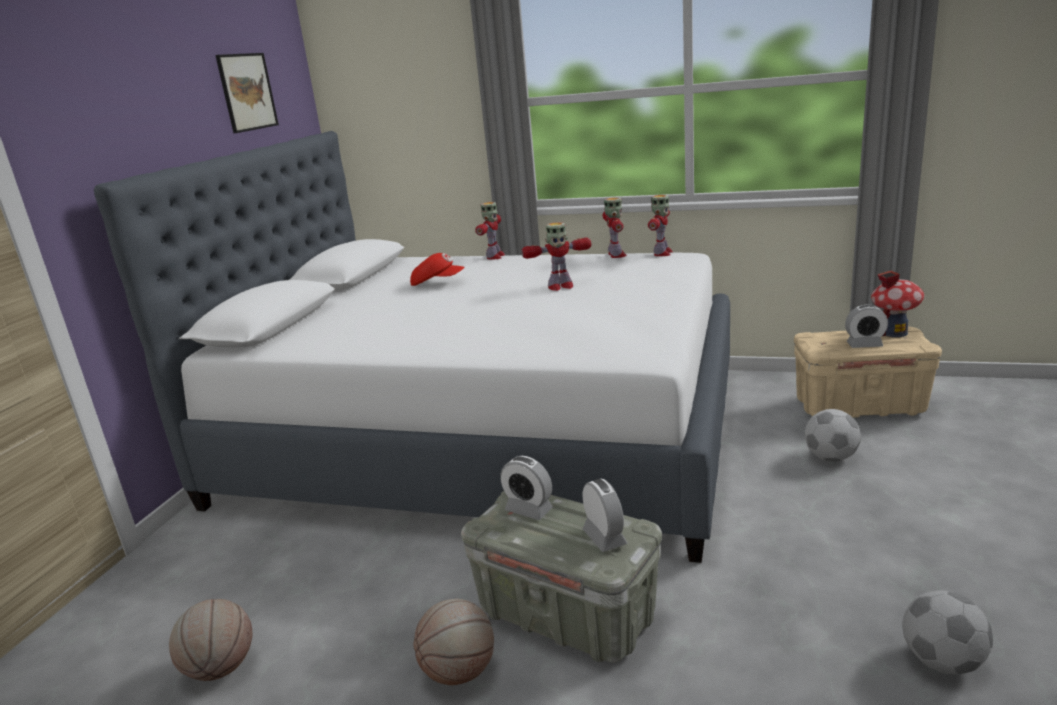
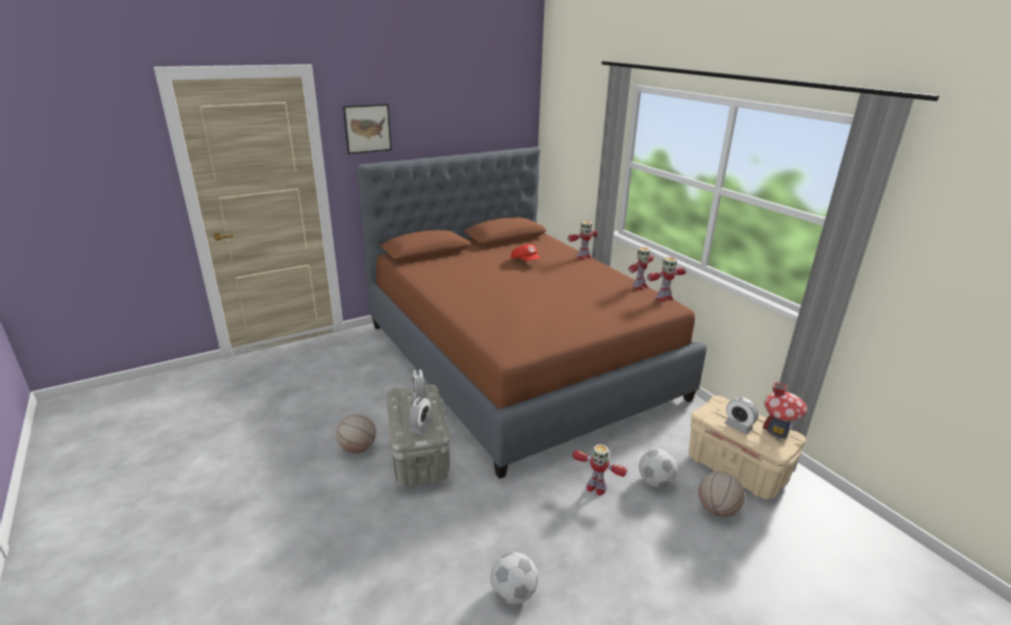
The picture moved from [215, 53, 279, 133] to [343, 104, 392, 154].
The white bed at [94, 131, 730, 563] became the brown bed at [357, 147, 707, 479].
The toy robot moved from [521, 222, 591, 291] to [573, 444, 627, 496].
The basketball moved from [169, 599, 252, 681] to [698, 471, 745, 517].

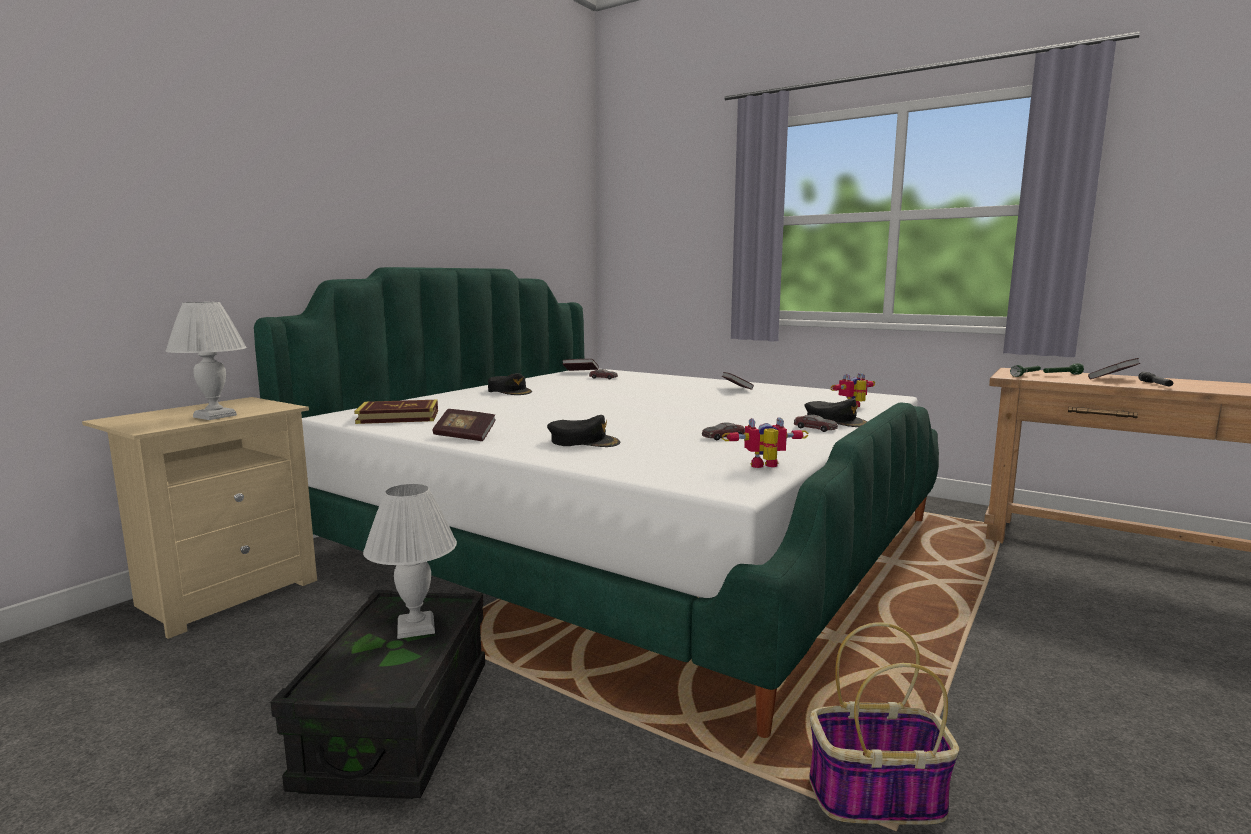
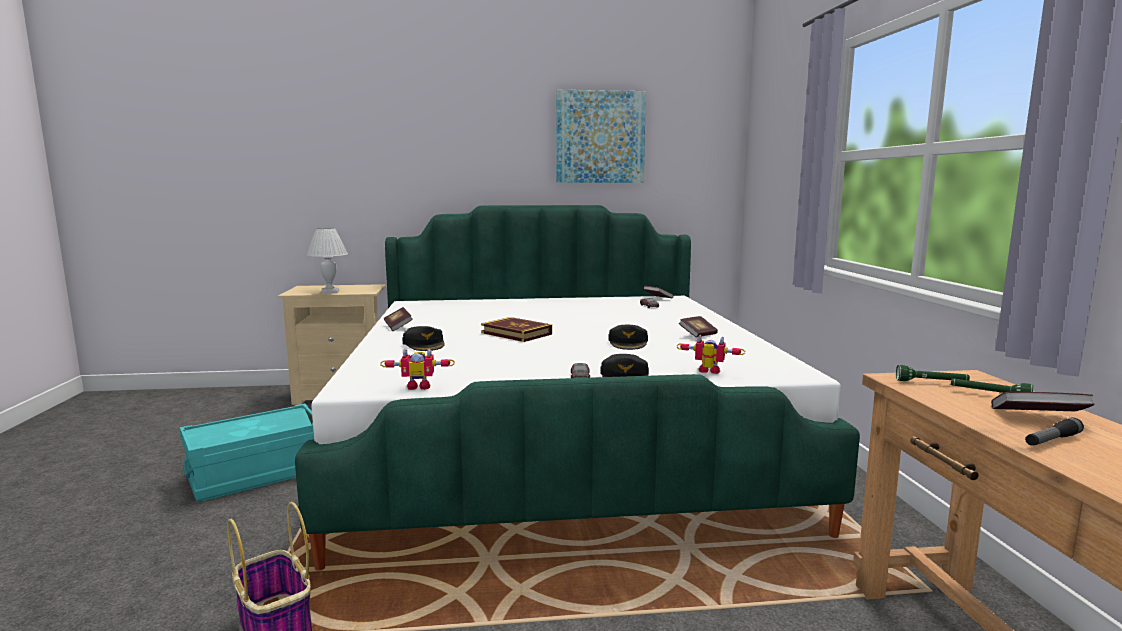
The black storage box at [270, 590, 485, 799] became the turquoise storage box at [180, 404, 314, 501].
The toy robot at [722, 417, 808, 468] turned 135 degrees clockwise.
The book moved from [354, 399, 438, 424] to [481, 317, 552, 342].
The picture at [556, 90, 646, 183] appeared.
The black cap moved from [488, 373, 532, 395] to [608, 325, 648, 350].
The white table lamp at [363, 484, 457, 639] disappeared.
The toy car at [702, 422, 745, 440] disappeared.

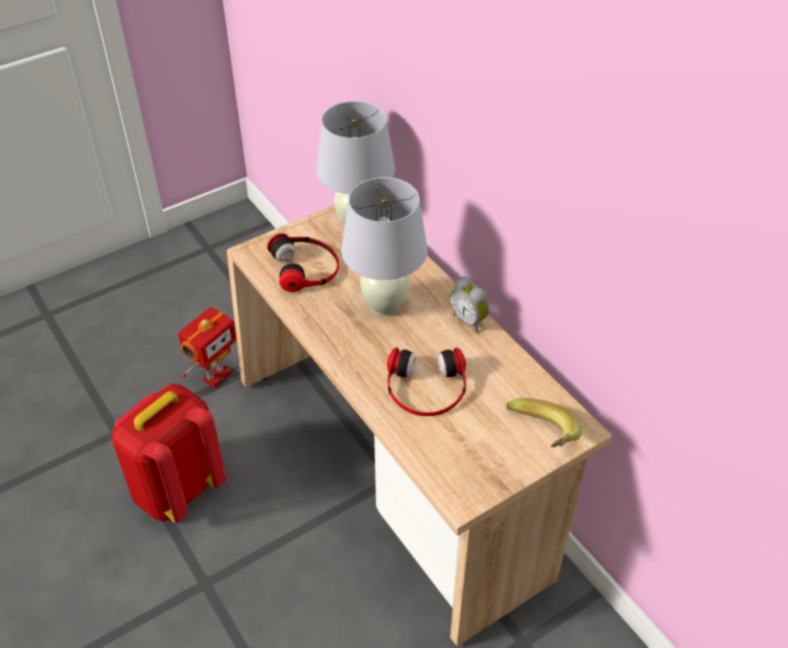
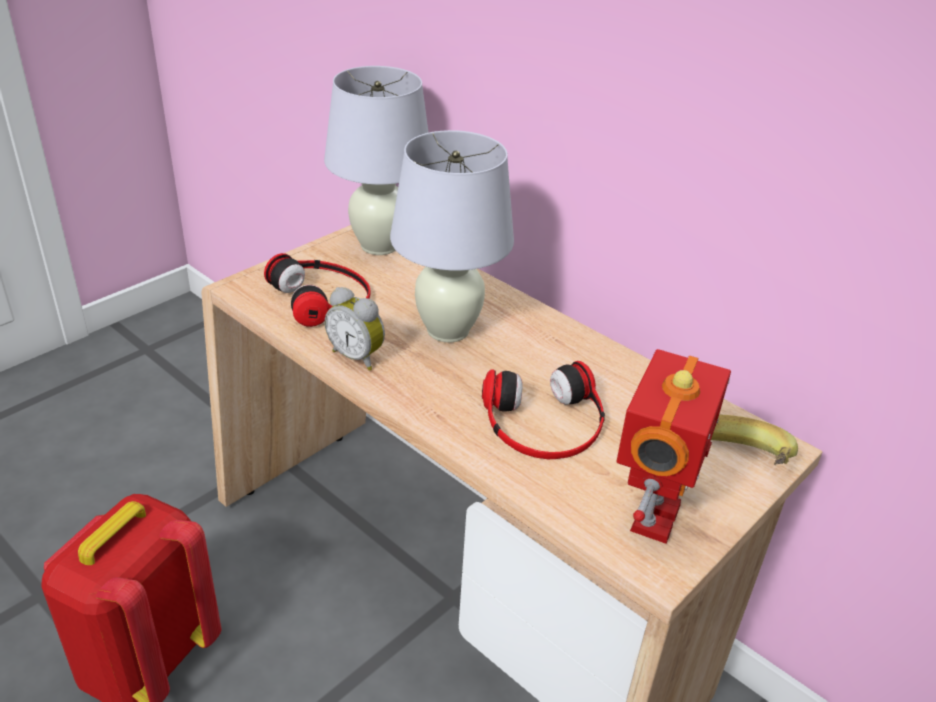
The alarm clock moved from [450, 276, 489, 333] to [325, 287, 385, 371].
The toy robot moved from [178, 307, 237, 388] to [617, 349, 731, 544].

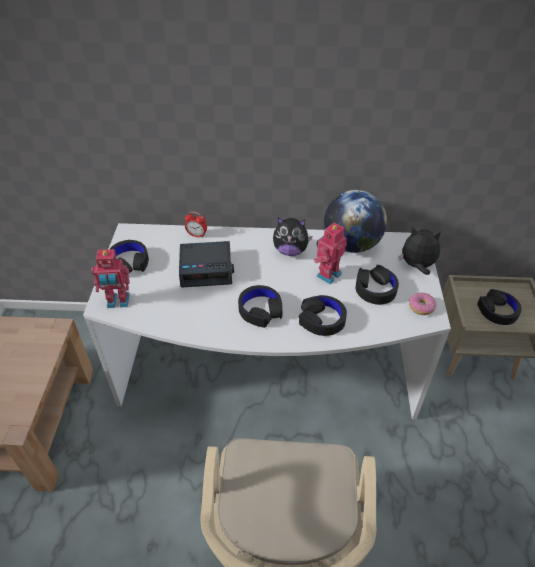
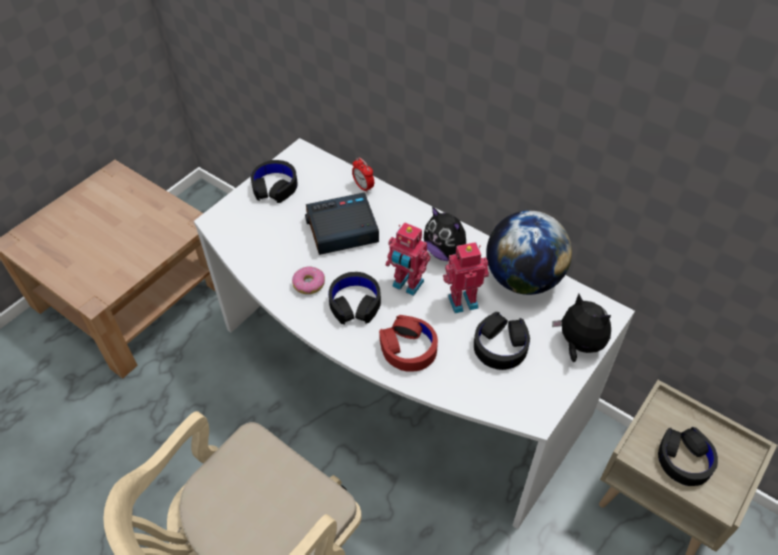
The donut moved from [409, 293, 436, 315] to [292, 266, 325, 294].
The alarm clock at [179, 241, 234, 287] turned 135 degrees clockwise.
The black headphones at [299, 295, 347, 336] became the red headphones at [379, 315, 438, 372].
The toy robot moved from [91, 249, 130, 308] to [386, 222, 430, 296].

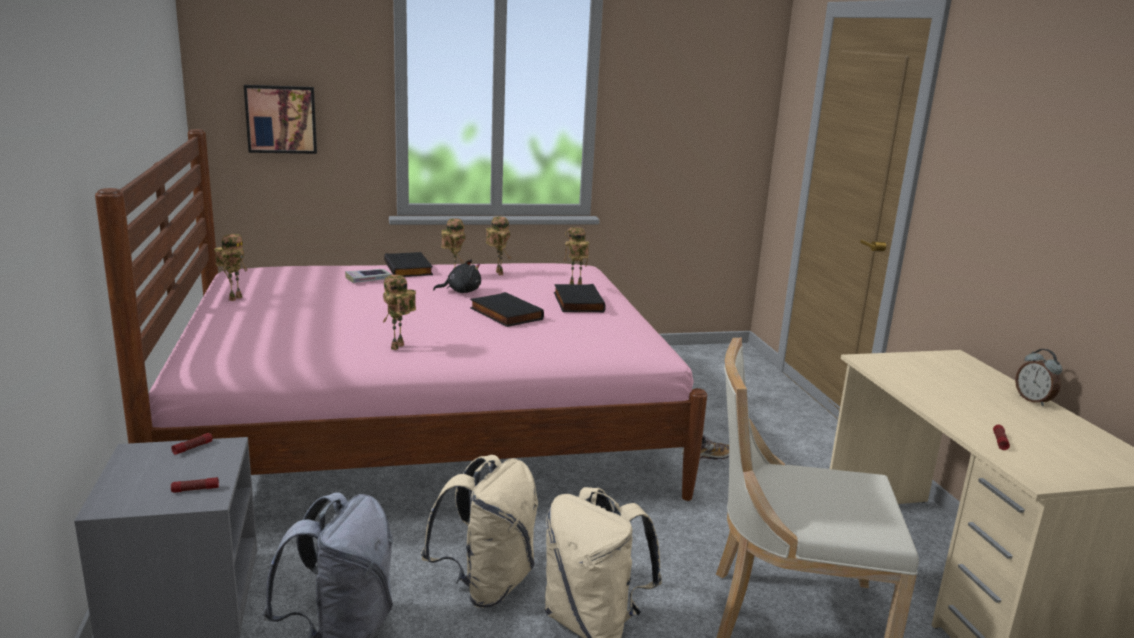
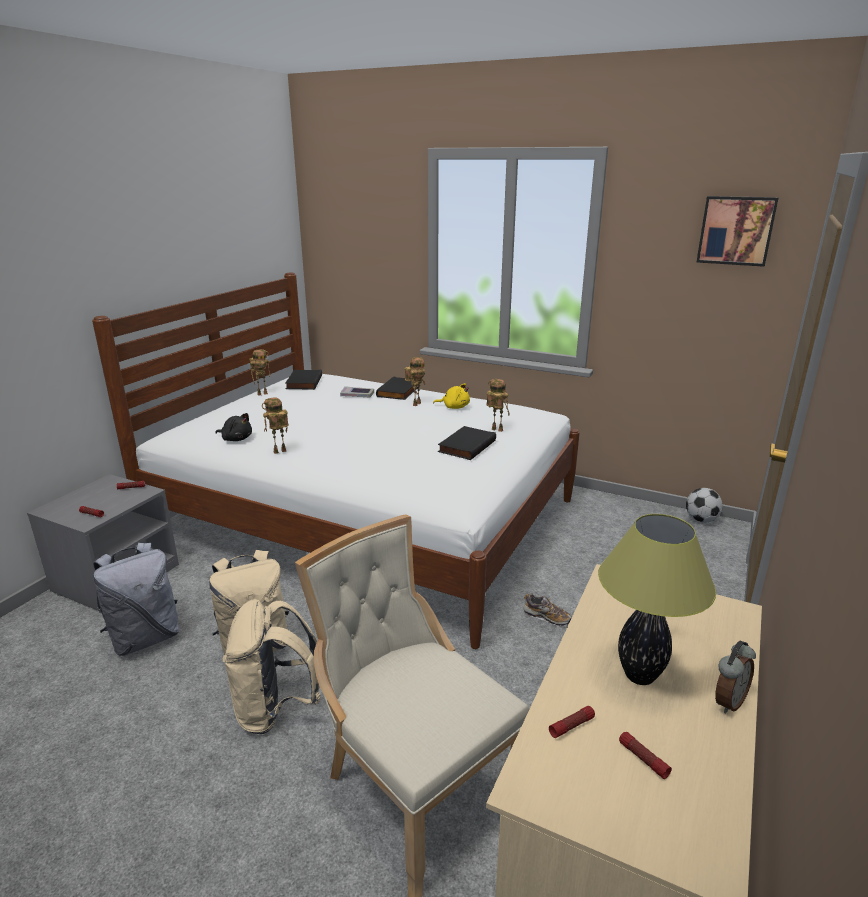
The pink bed at [95, 129, 707, 501] became the white bed at [92, 272, 580, 649].
The black plush toy moved from [433, 260, 481, 293] to [216, 413, 252, 441].
The black book moved from [470, 292, 544, 327] to [285, 370, 322, 390].
The toy robot at [486, 216, 511, 275] was replaced by the yellow plush toy at [433, 383, 470, 409].
The table lamp at [598, 514, 716, 685] appeared.
The flashlight at [619, 732, 672, 779] appeared.
The football at [686, 488, 723, 523] appeared.
The picture moved from [244, 85, 317, 154] to [697, 196, 779, 267].
The alarm clock at [1015, 349, 1062, 406] turned 150 degrees counterclockwise.

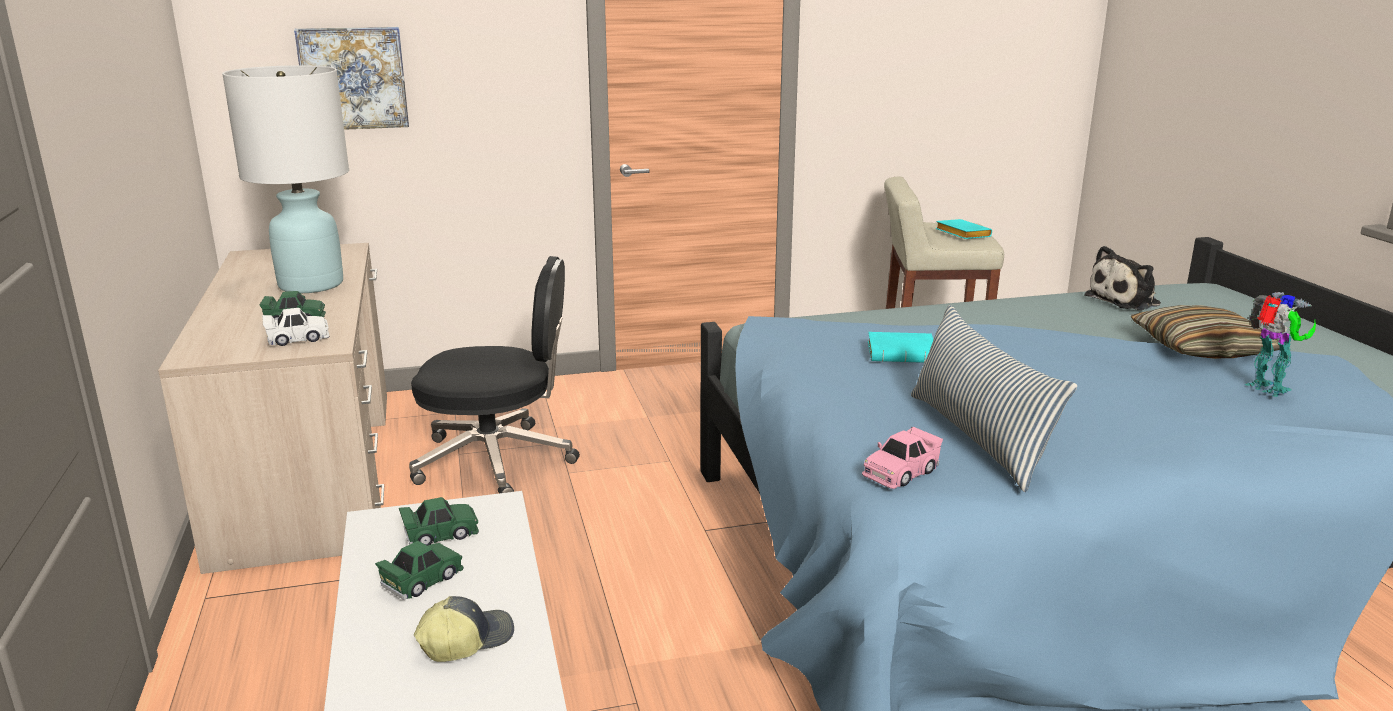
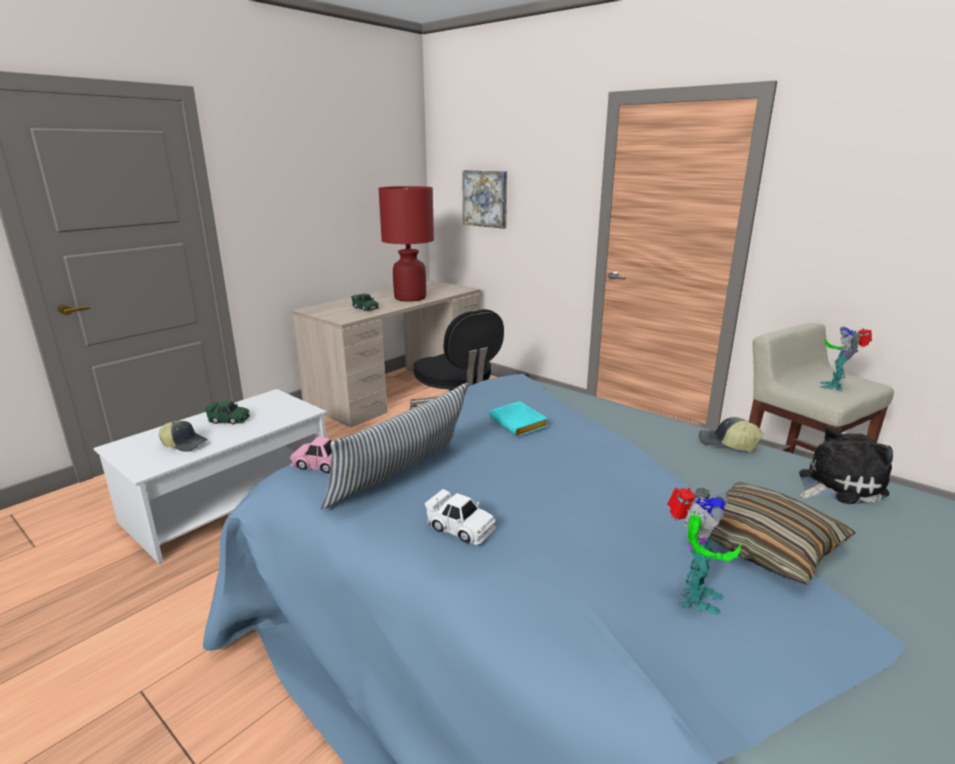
The white table lamp at [222, 65, 349, 293] became the red table lamp at [378, 186, 434, 302].
The white toy car moved from [262, 308, 329, 346] to [425, 489, 496, 545].
The cap at [699, 417, 764, 451] appeared.
The plush toy at [1084, 246, 1161, 310] turned 135 degrees clockwise.
The turquoise book at [935, 219, 992, 239] was replaced by the toy robot at [820, 326, 872, 392].
The green toy car at [399, 497, 479, 546] disappeared.

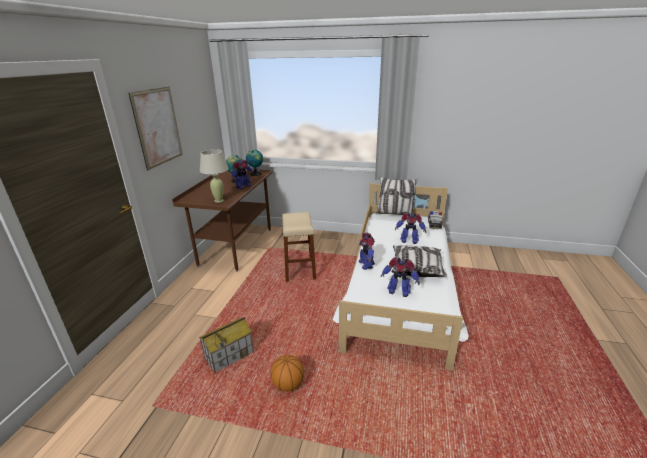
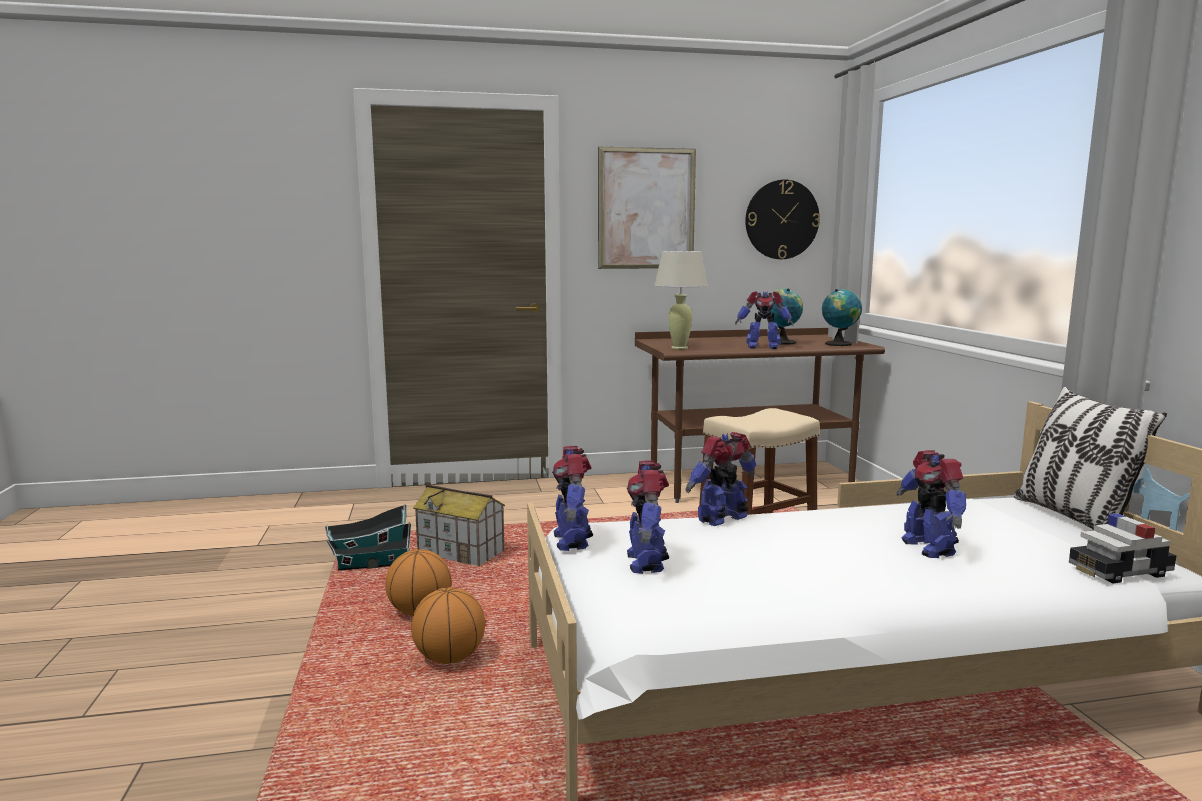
The toy house at [325, 504, 411, 570] appeared.
The basketball at [411, 587, 485, 664] appeared.
The toy robot at [552, 446, 593, 551] appeared.
The wall clock at [745, 180, 820, 259] appeared.
The pillow at [391, 245, 447, 277] disappeared.

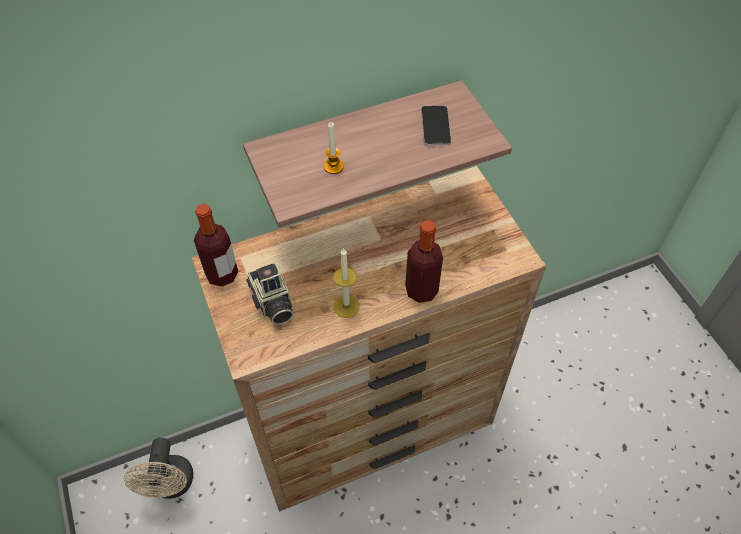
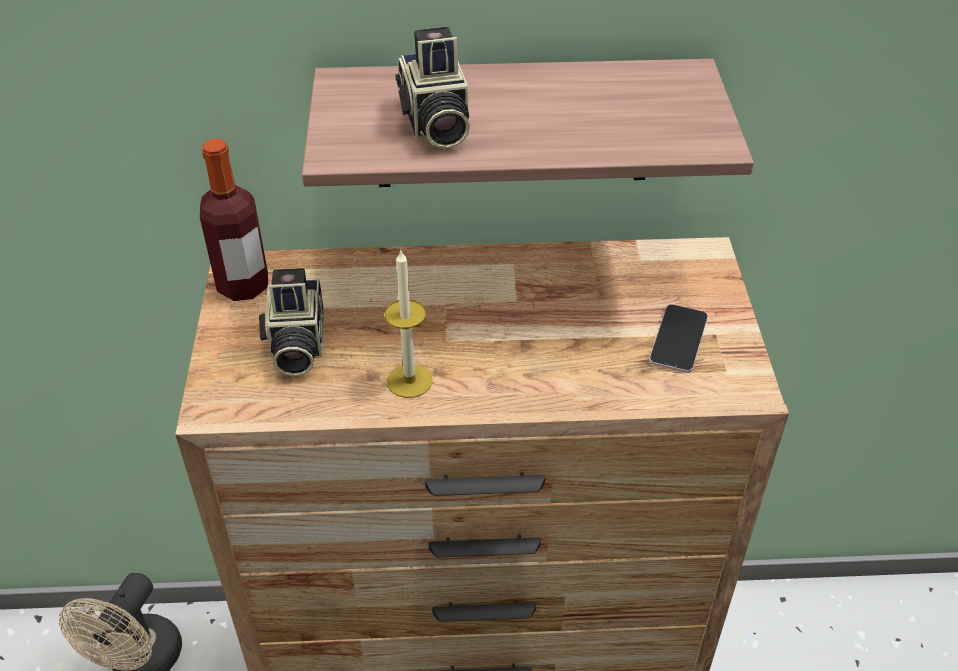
The candle at [324, 122, 344, 174] was replaced by the photo camera at [395, 27, 470, 149].
The phone moved from [421, 106, 451, 146] to [649, 304, 708, 373].
The bottle at [405, 220, 443, 303] disappeared.

